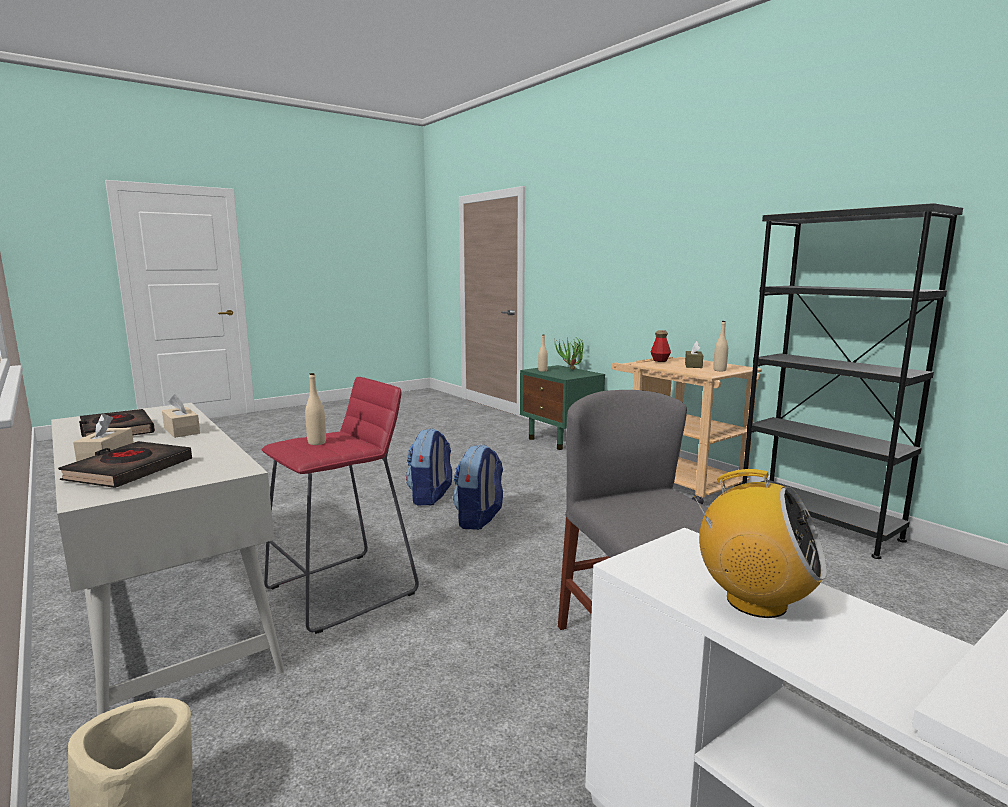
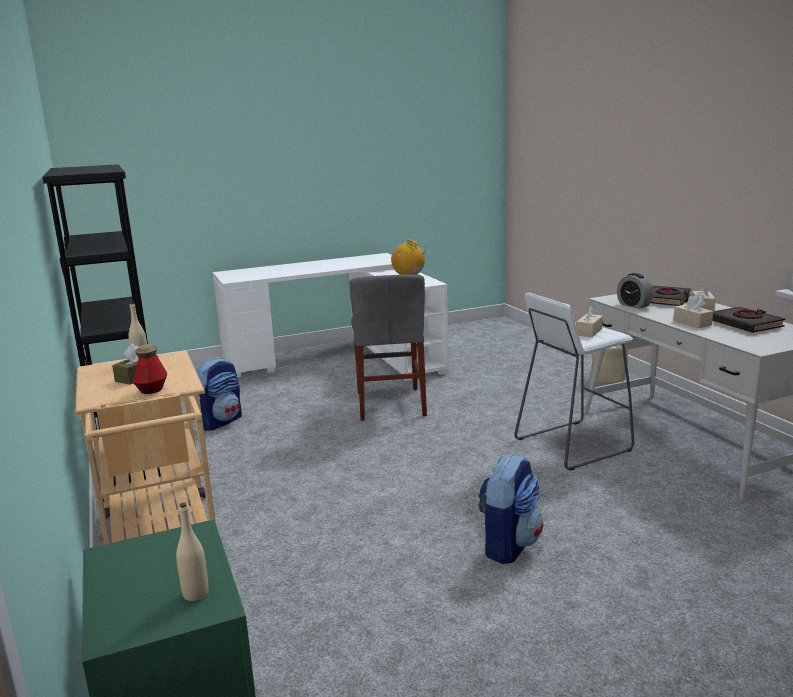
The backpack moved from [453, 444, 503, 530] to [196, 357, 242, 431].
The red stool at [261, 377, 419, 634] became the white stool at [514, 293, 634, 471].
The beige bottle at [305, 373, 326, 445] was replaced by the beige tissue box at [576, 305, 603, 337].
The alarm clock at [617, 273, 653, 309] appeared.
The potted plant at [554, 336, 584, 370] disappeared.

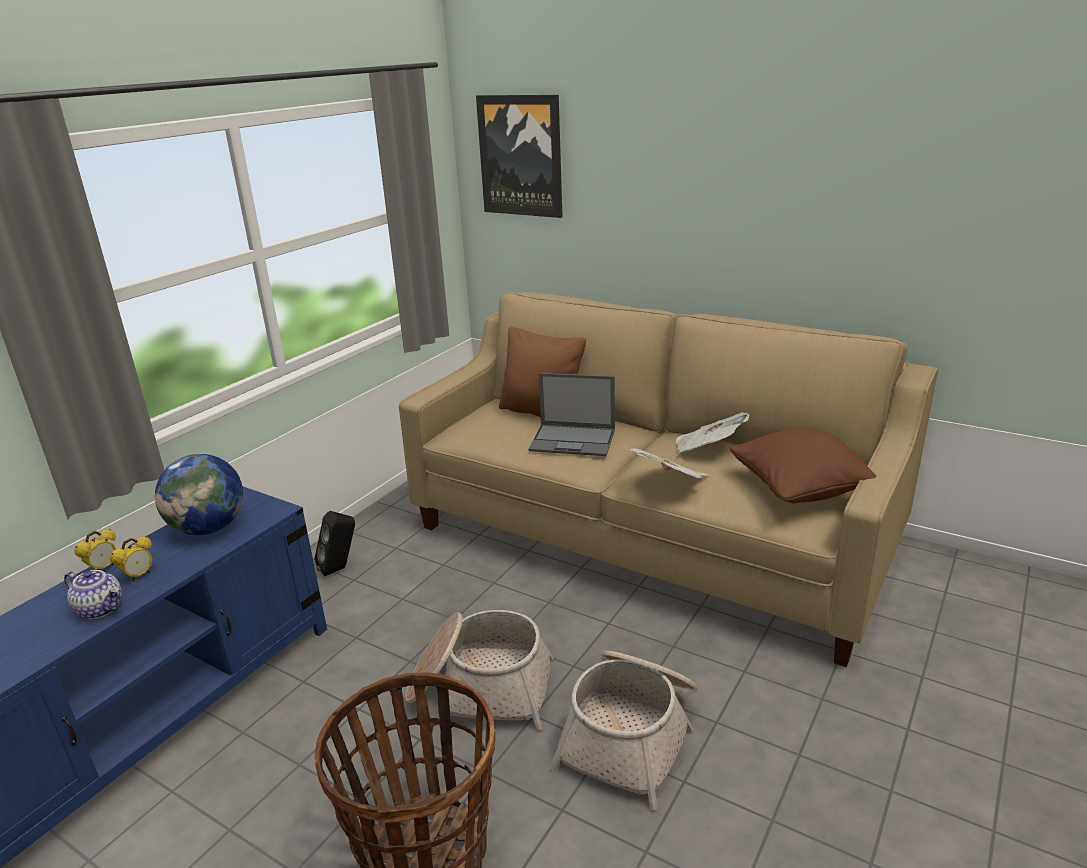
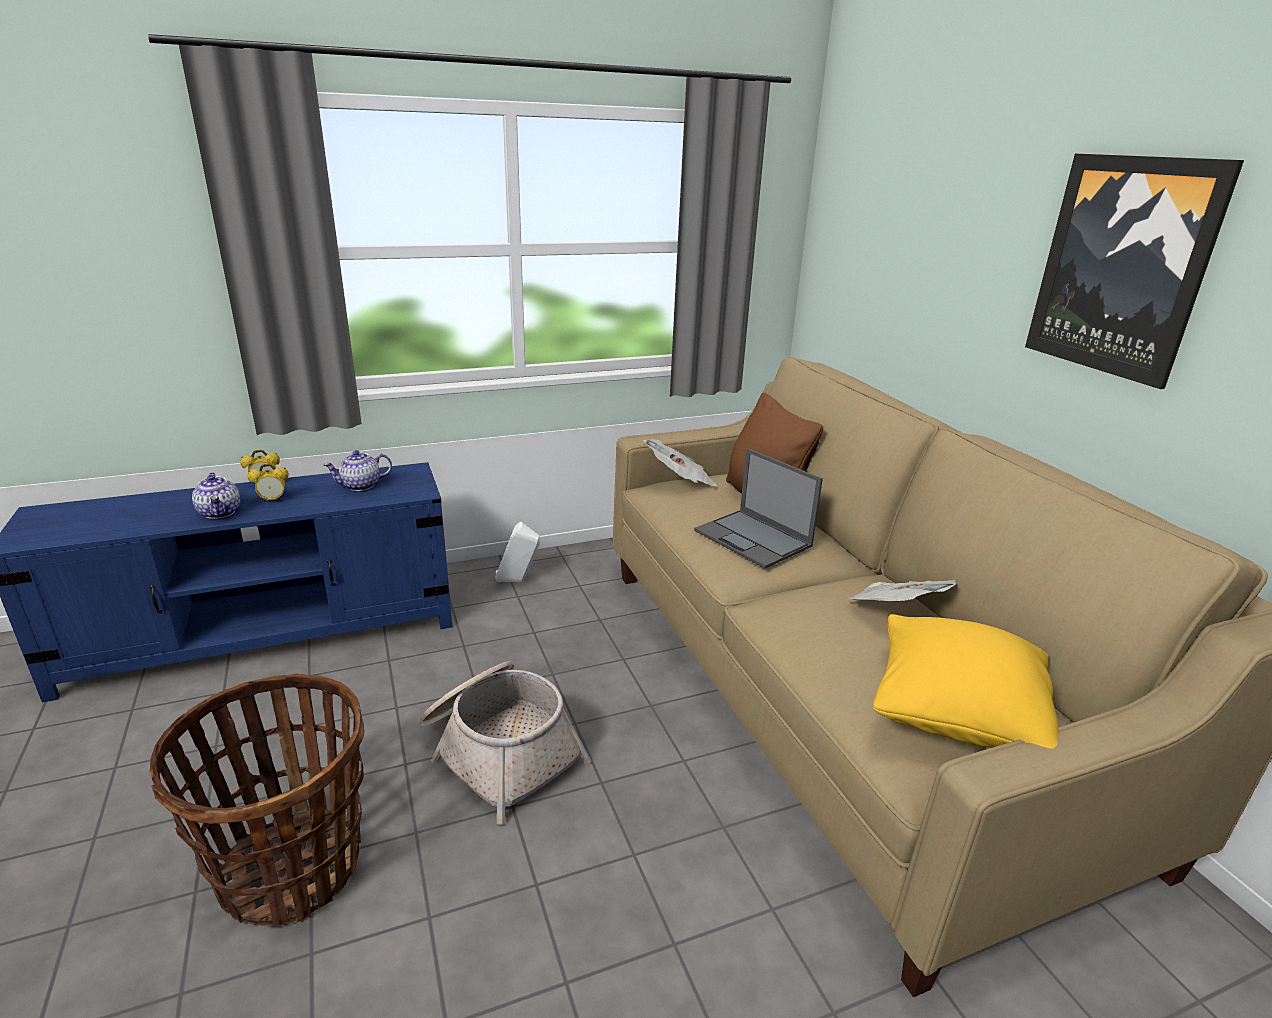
The globe at [155, 454, 243, 535] was replaced by the teapot at [323, 450, 392, 491].
The black speaker at [315, 511, 355, 576] became the white speaker at [495, 522, 540, 583].
The newspaper moved from [630, 448, 708, 479] to [643, 439, 717, 487].
The brown pillow at [730, 427, 876, 504] became the yellow pillow at [873, 614, 1059, 748].
The picture moved from [476, 95, 563, 218] to [1025, 154, 1244, 389].
The basket at [550, 651, 698, 811] disappeared.

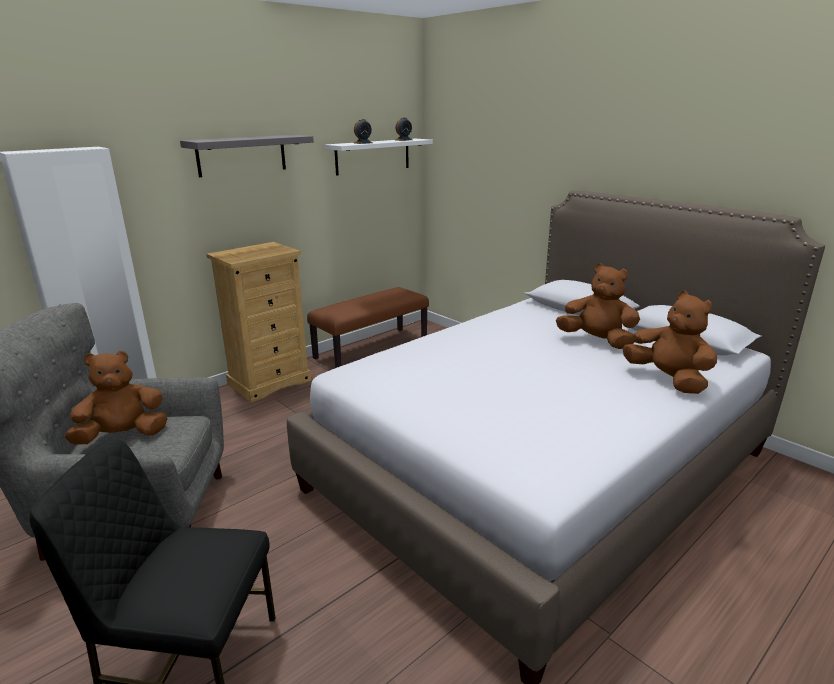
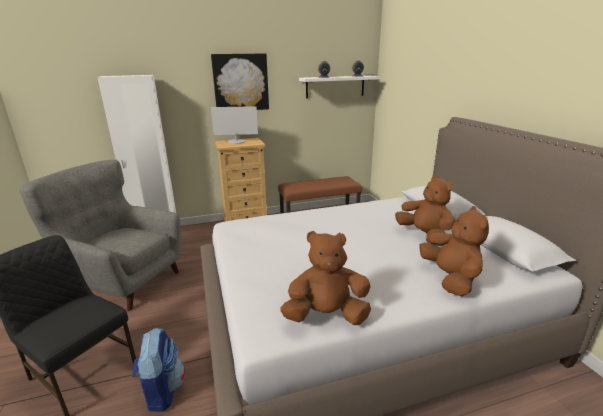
The backpack at [132, 328, 185, 412] appeared.
The grey shelf at [180, 135, 314, 177] was replaced by the picture at [211, 54, 269, 110].
The monitor at [211, 106, 258, 144] appeared.
The brown plush toy moved from [65, 350, 167, 445] to [280, 231, 371, 325].

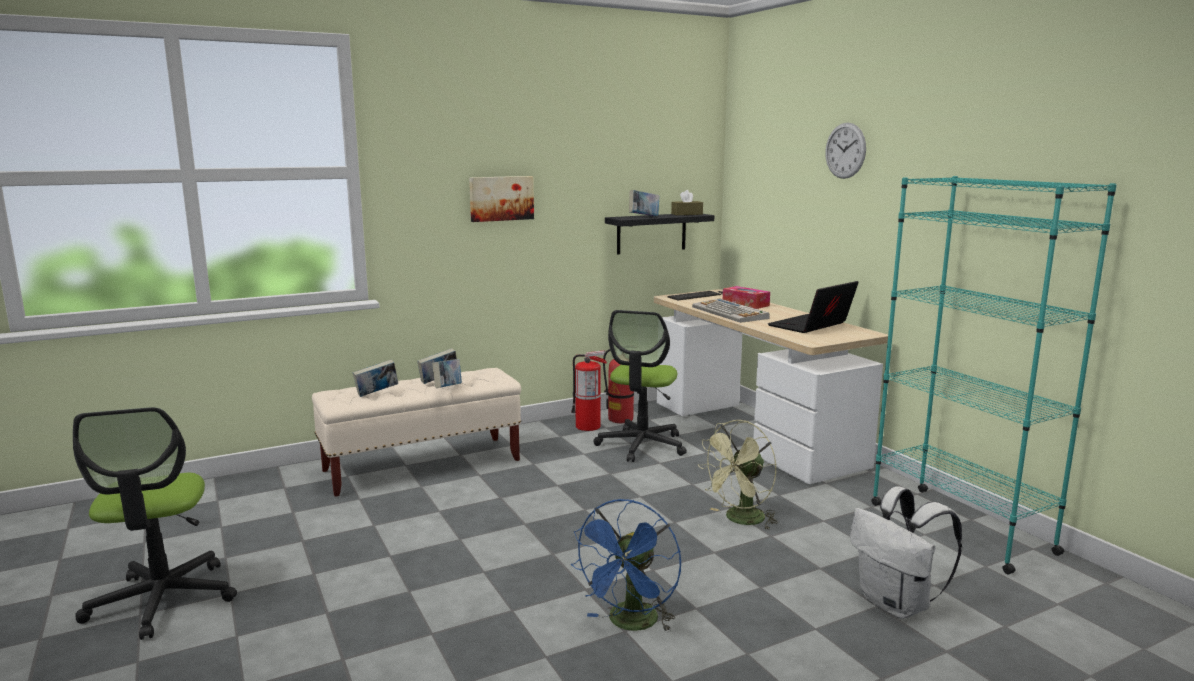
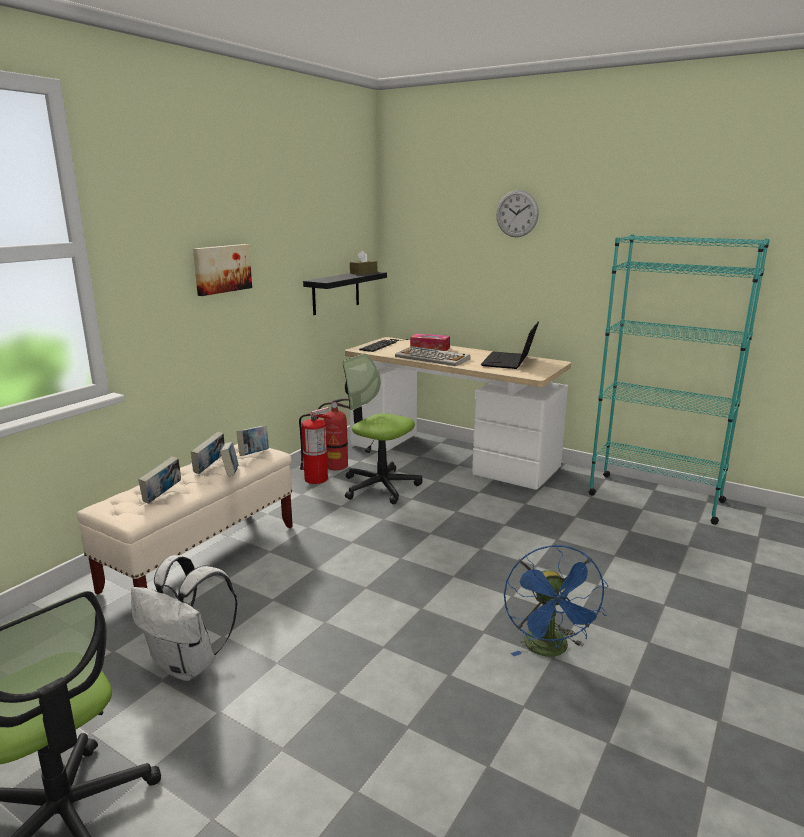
The white backpack moved from [850, 486, 962, 619] to [131, 555, 238, 681].
The book moved from [629, 190, 659, 216] to [236, 426, 269, 456].
The office chair at [594, 310, 687, 462] turned 135 degrees clockwise.
The green fan at [698, 420, 778, 531] disappeared.

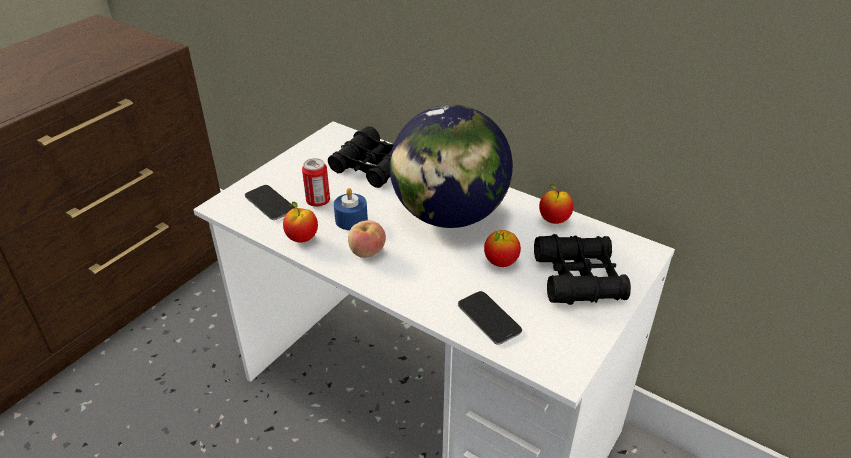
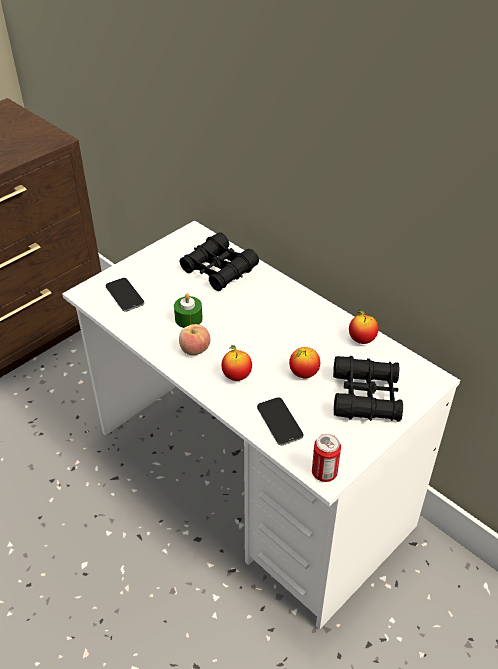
The blue candle at [334, 188, 368, 230] became the green candle at [174, 293, 203, 328].
The apple moved from [283, 202, 318, 243] to [222, 345, 252, 381].
The can moved from [302, 158, 330, 207] to [312, 434, 341, 482].
The globe at [390, 104, 513, 228] disappeared.

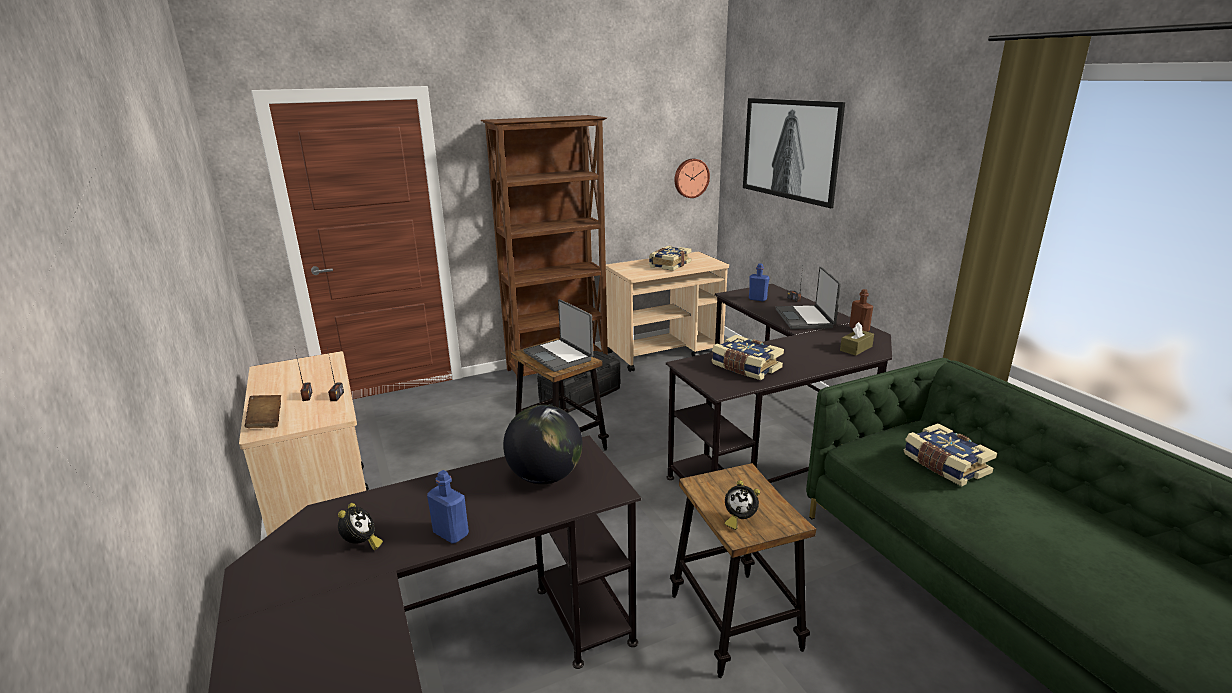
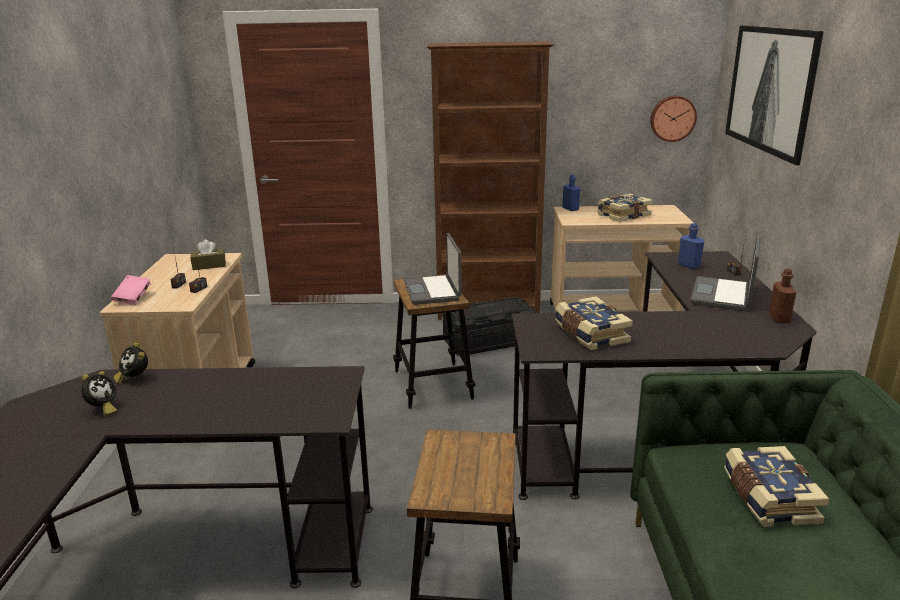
The brown book at [245, 395, 281, 428] became the pink book at [111, 275, 151, 305].
The alarm clock moved from [724, 480, 760, 530] to [114, 343, 148, 384].
The brown tissue box moved from [840, 322, 874, 356] to [190, 240, 226, 270].
The blue bottle moved from [427, 470, 469, 544] to [563, 174, 580, 211].
The globe at [503, 405, 583, 484] disappeared.

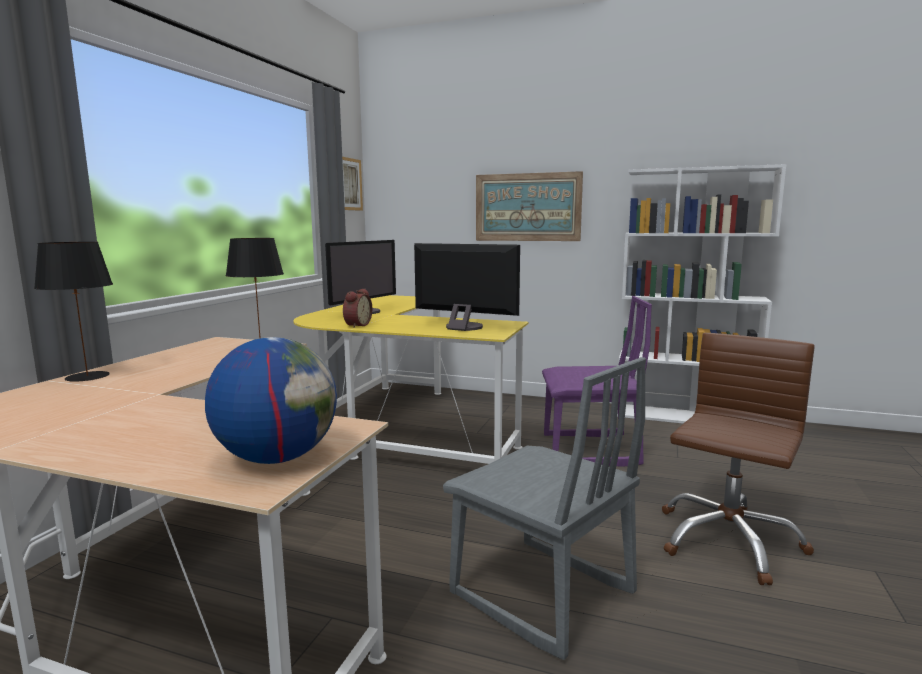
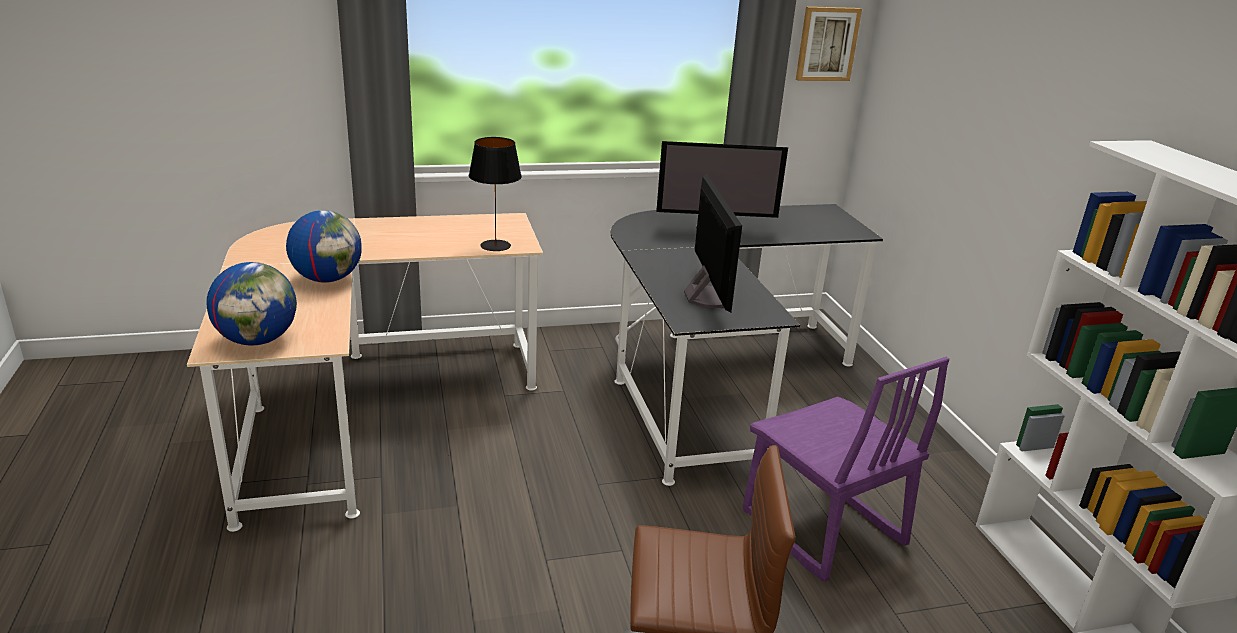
The globe at [286, 210, 362, 283] appeared.
The yellow desk at [294, 295, 529, 464] became the black desk at [611, 204, 883, 486].
The black table lamp at [34, 242, 113, 382] disappeared.
The alarm clock at [343, 289, 372, 328] disappeared.
The grey chair at [443, 357, 646, 660] disappeared.
The picture at [476, 171, 583, 241] disappeared.

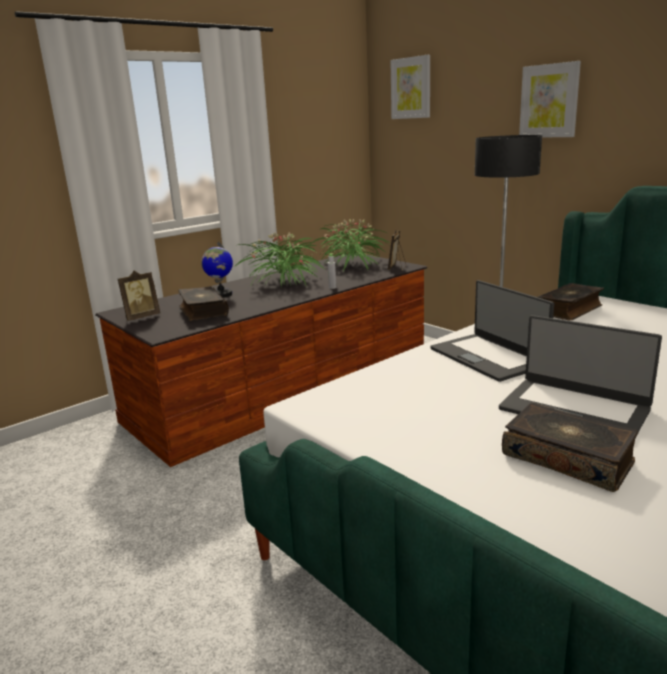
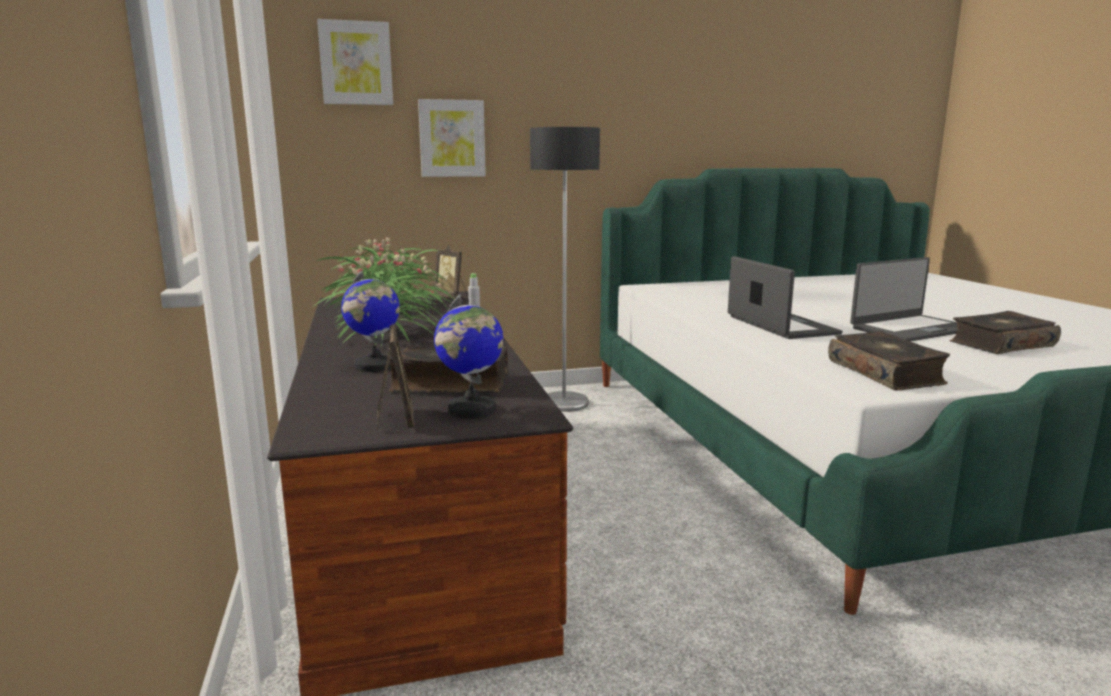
The picture moved from [519, 61, 581, 137] to [418, 99, 486, 177].
The globe at [434, 294, 504, 418] appeared.
The laptop at [430, 280, 554, 382] turned 105 degrees counterclockwise.
The book moved from [537, 283, 604, 320] to [828, 331, 950, 390].

